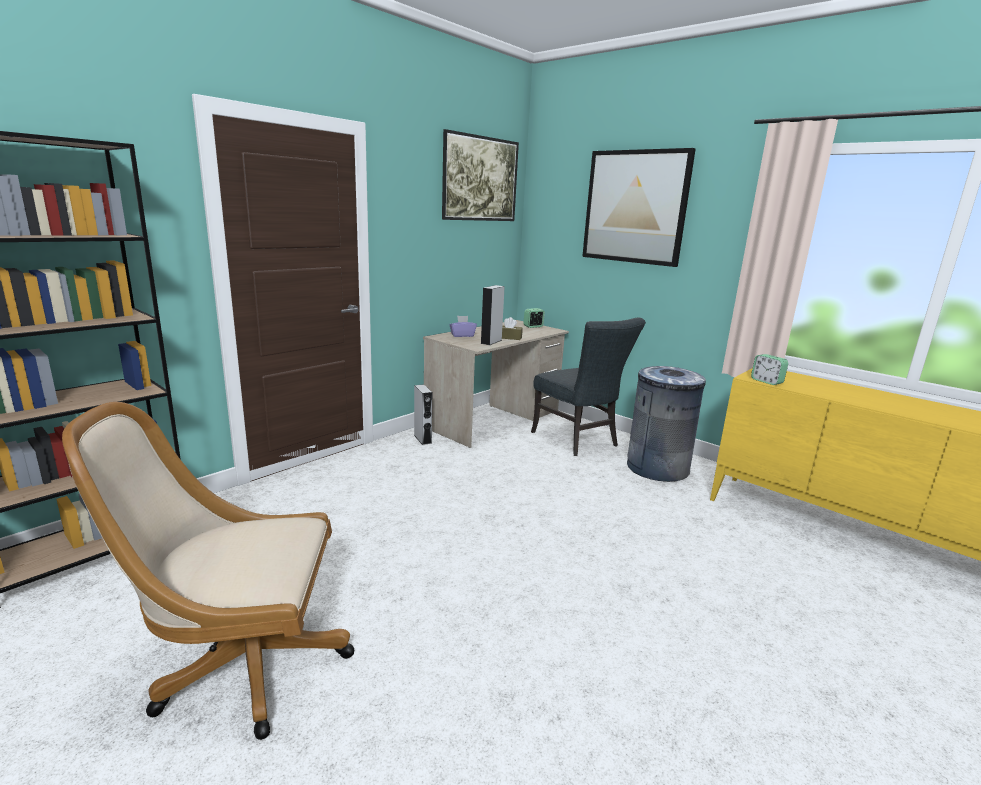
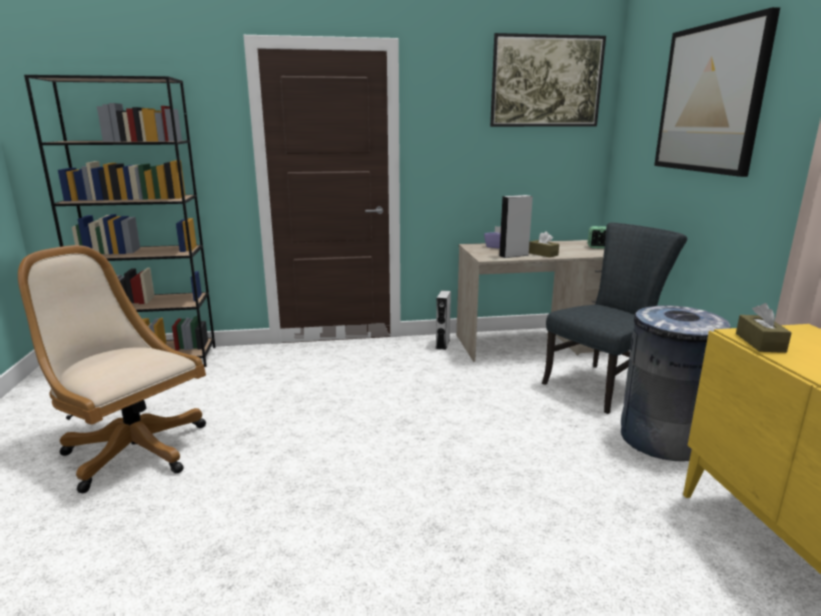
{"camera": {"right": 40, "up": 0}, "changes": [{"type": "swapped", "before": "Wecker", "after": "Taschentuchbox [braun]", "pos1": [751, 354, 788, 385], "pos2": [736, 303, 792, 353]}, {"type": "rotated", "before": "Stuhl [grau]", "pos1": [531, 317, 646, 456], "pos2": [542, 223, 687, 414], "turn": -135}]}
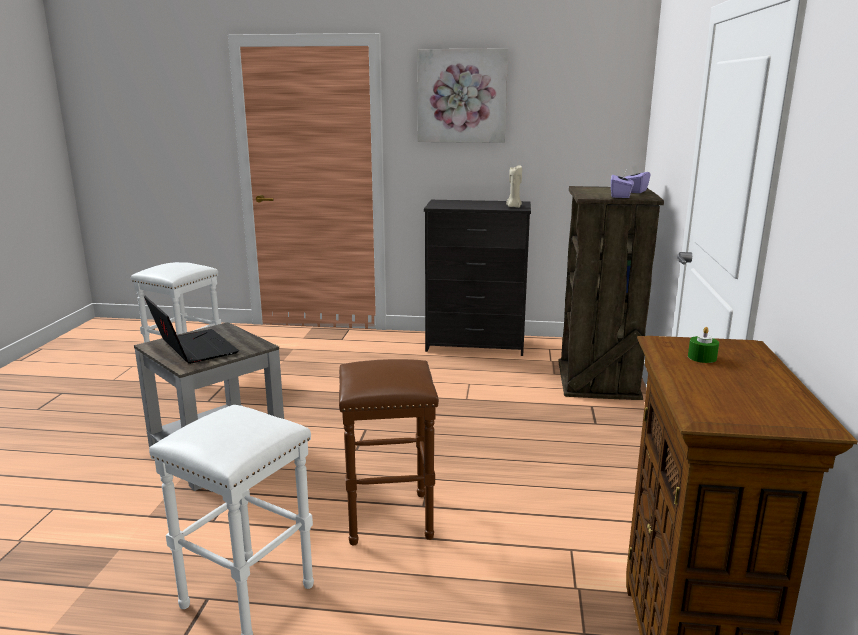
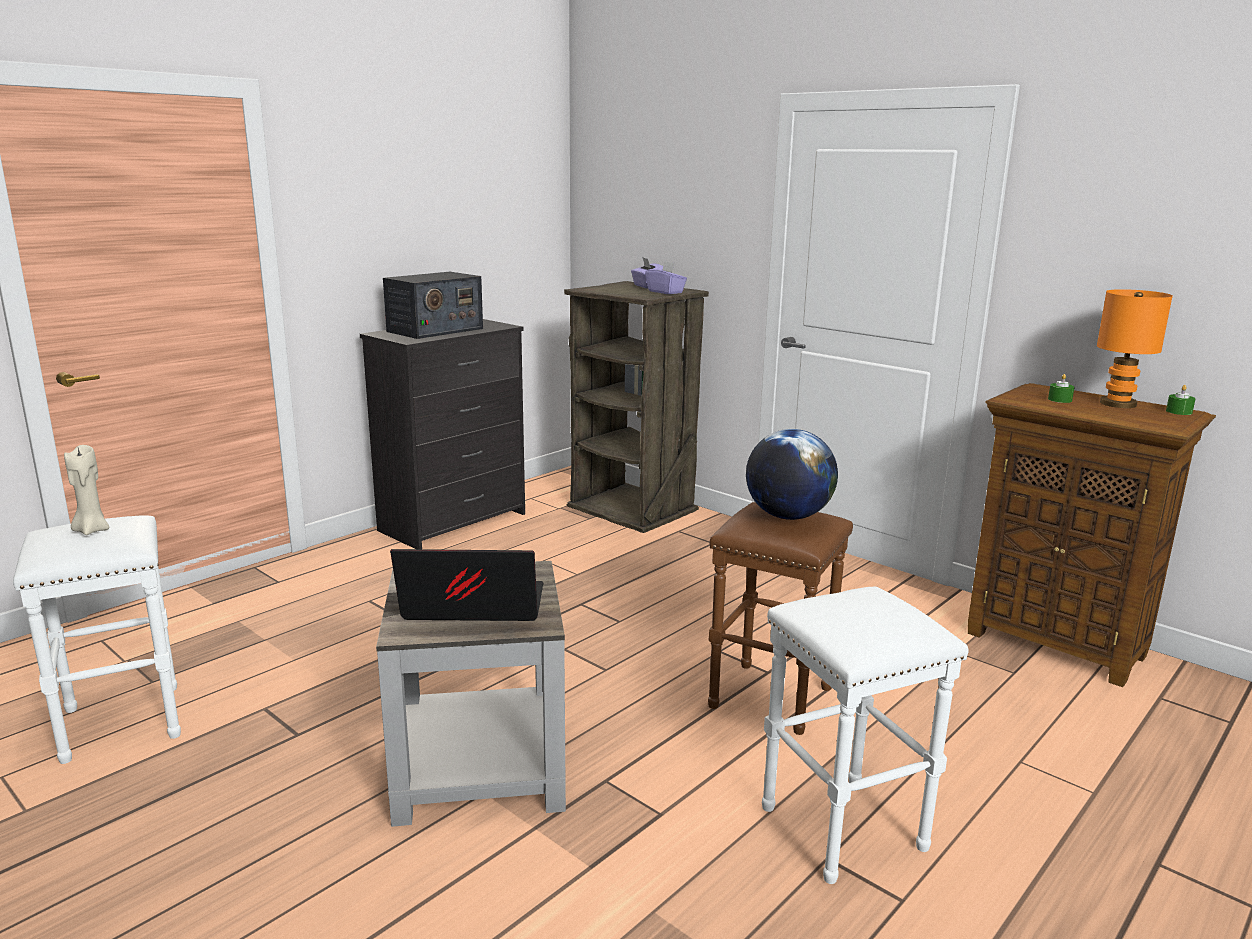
{"camera": {"right": -55, "up": 0}, "changes": [{"type": "gone", "before": "Bild", "pos1": [417, 48, 508, 143]}, {"type": "new", "after": "Radio", "pos2": [383, 272, 483, 339]}, {"type": "new", "after": "Globus", "pos2": [746, 429, 838, 520]}, {"type": "new", "after": "Tischlampe [orange]", "pos2": [1097, 289, 1173, 408]}, {"type": "new", "after": "Kerze [grün]", "pos2": [1166, 385, 1196, 415]}, {"type": "shifted", "before": "Kerze [beige]", "pos1": [506, 165, 522, 208], "pos2": [64, 445, 109, 535]}]}
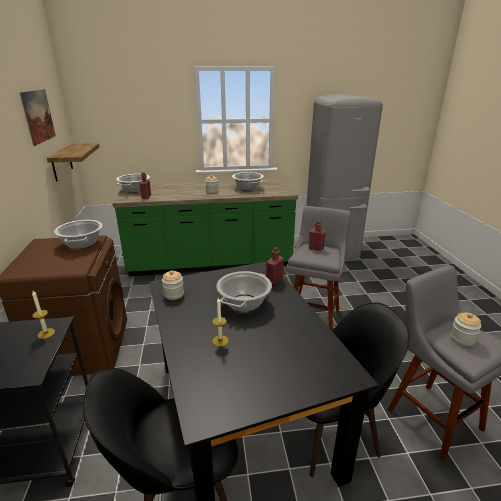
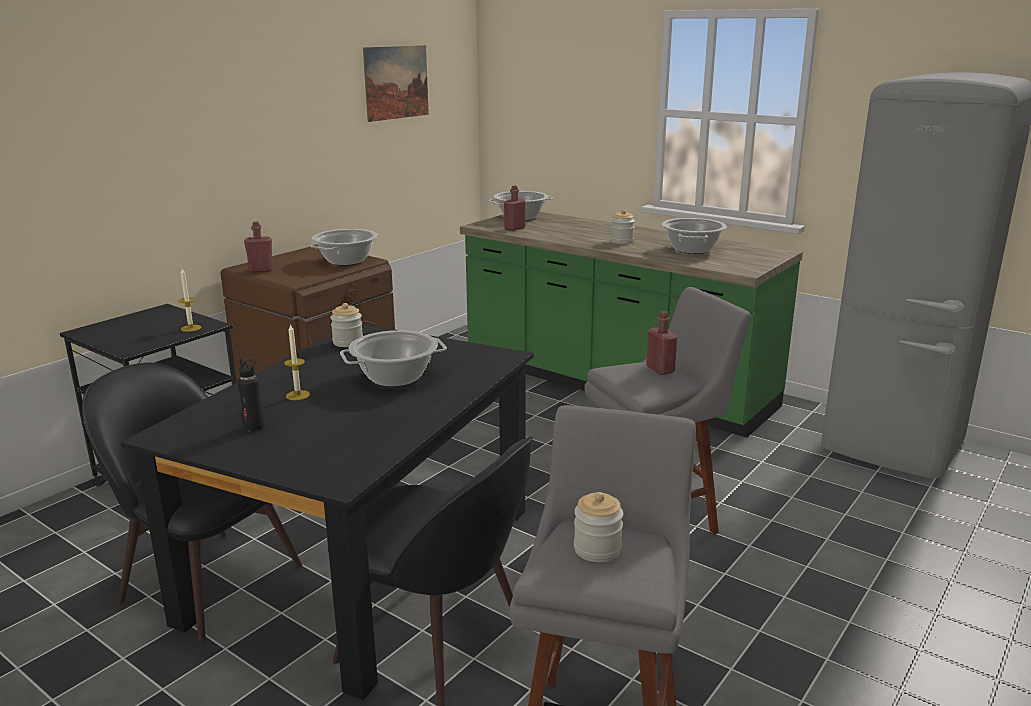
{"camera": {"right": 45, "up": -5}, "changes": [{"type": "gone", "before": "Wandregal", "pos1": [47, 143, 99, 182]}, {"type": "new", "after": "Flasche [schwarz]", "pos2": [238, 358, 264, 432]}, {"type": "shifted", "before": "Flasche [rot]", "pos1": [266, 247, 284, 285], "pos2": [244, 221, 273, 273]}]}
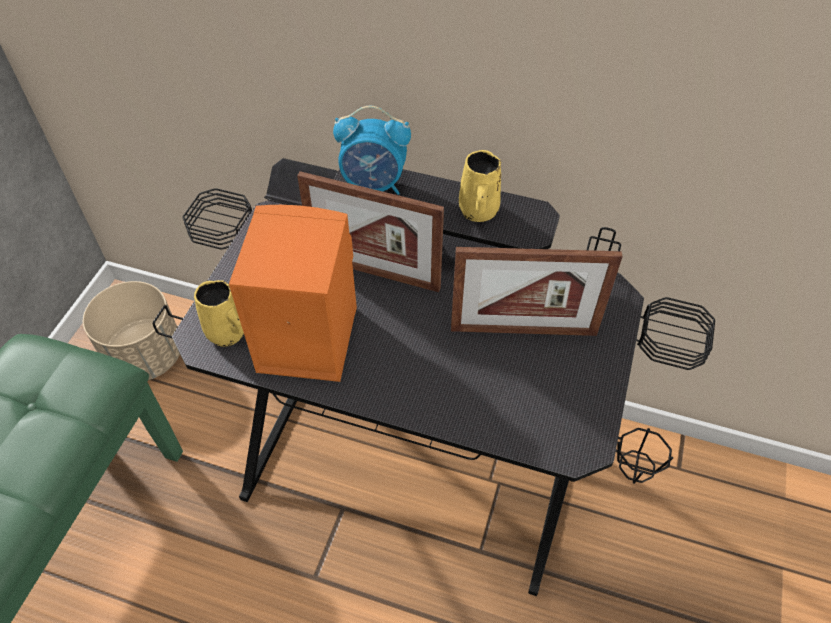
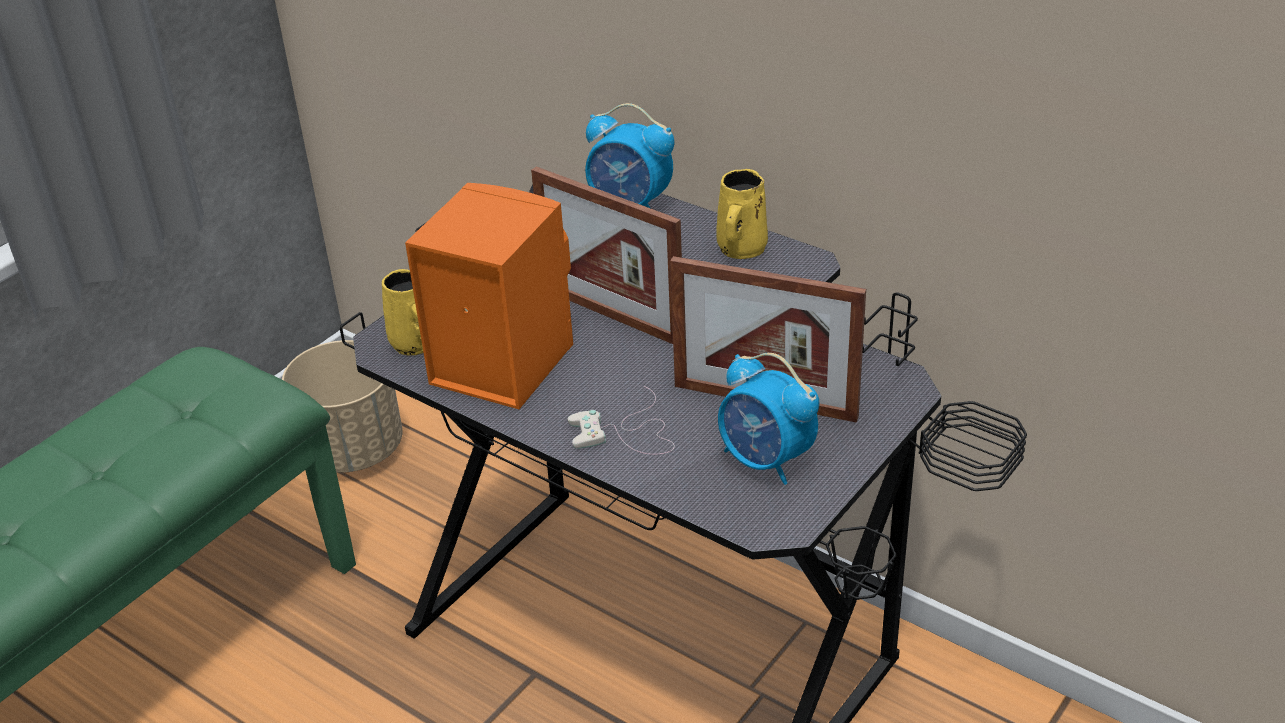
{"camera": {"right": 20, "up": -15}, "changes": [{"type": "new", "after": "Gamepad [weiß]", "pos2": [567, 386, 675, 455]}, {"type": "new", "after": "Wecker", "pos2": [718, 353, 819, 485]}]}
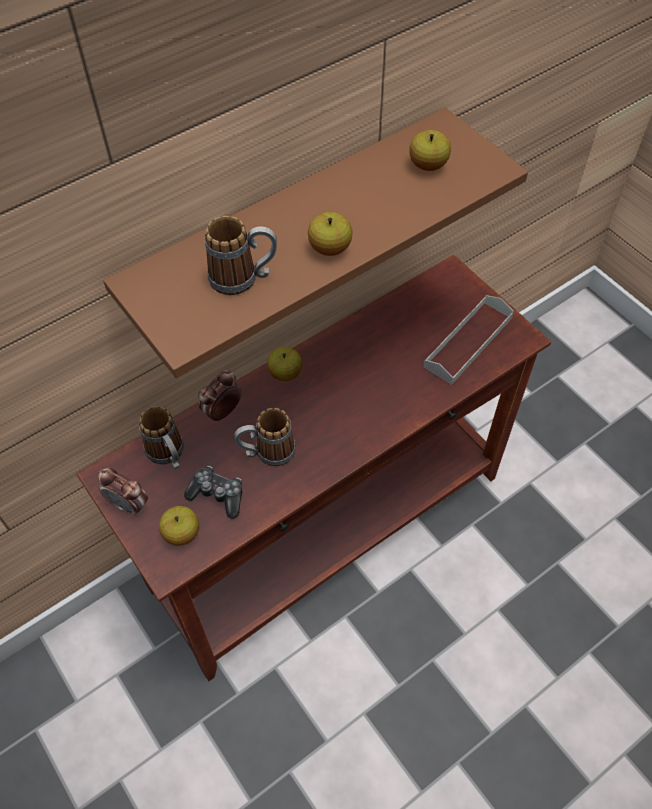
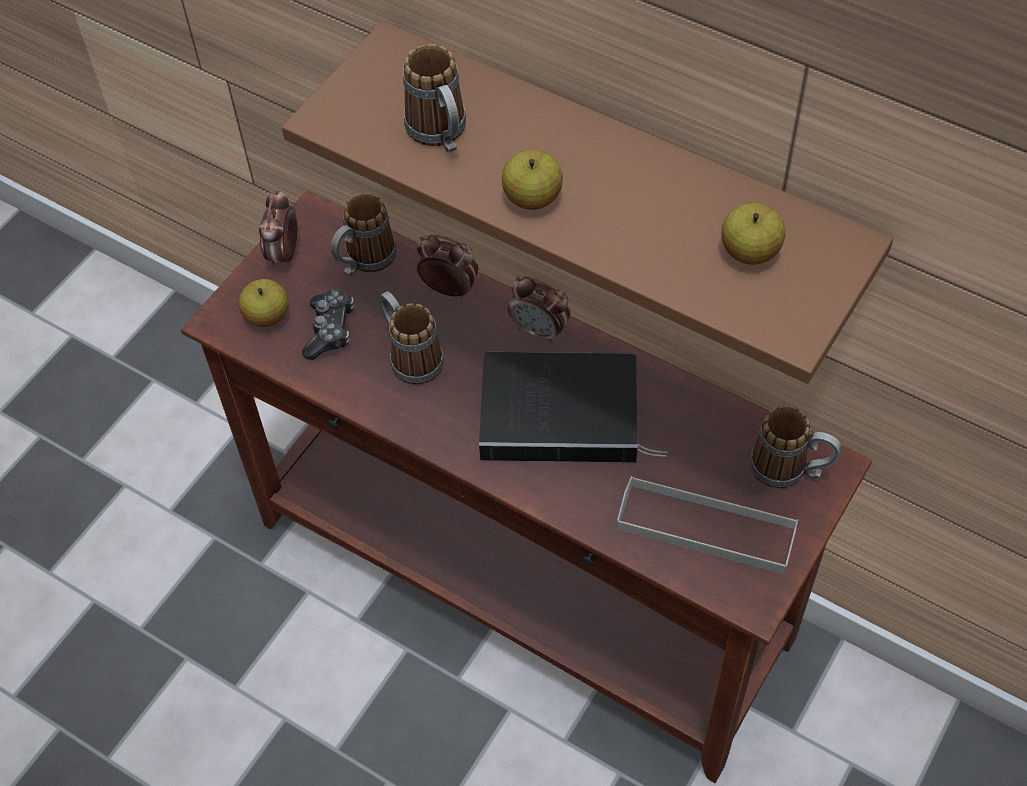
{"camera": {"right": 70, "up": 0}, "changes": [{"type": "new", "after": "Buch", "pos2": [479, 352, 668, 463]}, {"type": "new", "after": "Henkelbecher", "pos2": [750, 405, 841, 489]}, {"type": "swapped", "before": "Apfel", "after": "Wecker", "pos1": [267, 347, 302, 381], "pos2": [508, 276, 570, 344]}]}
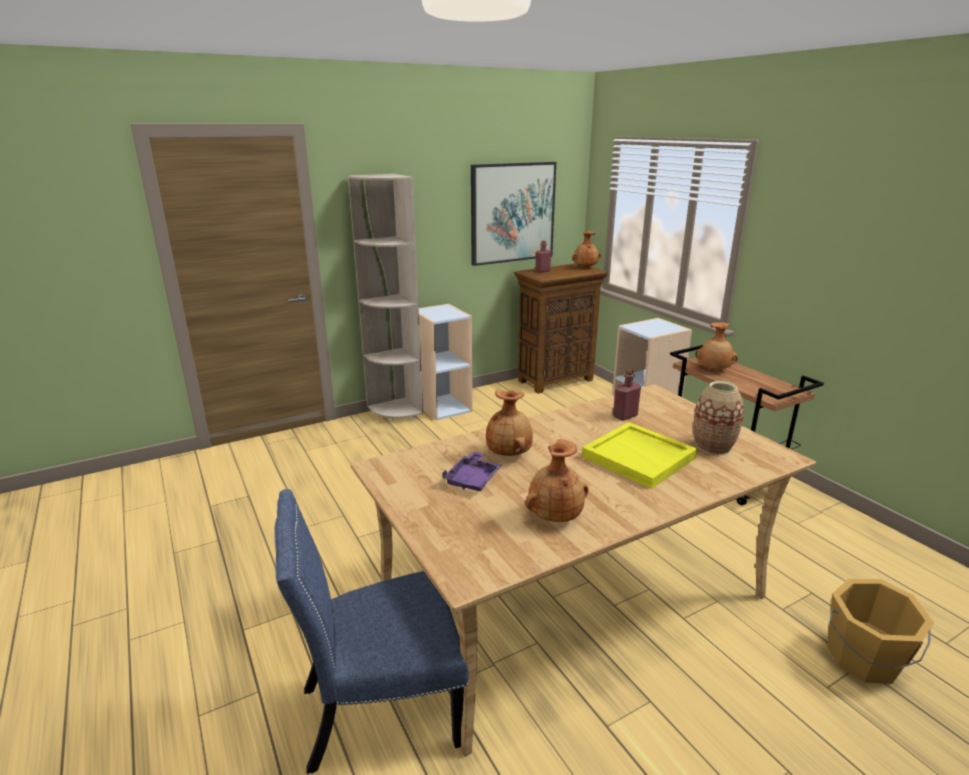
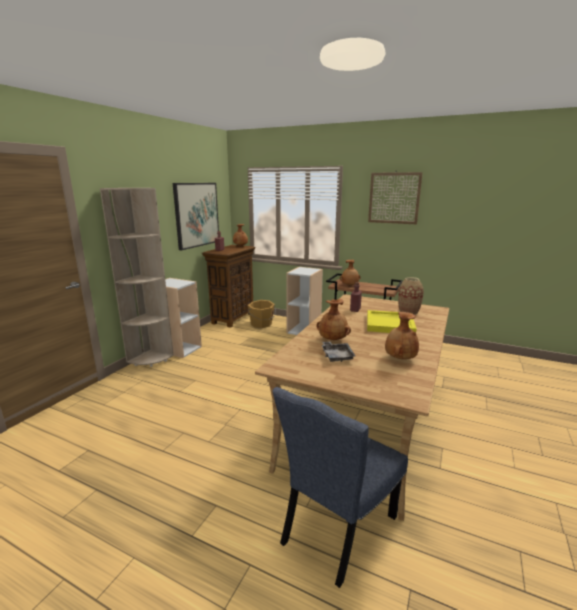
{"camera": {"right": -35, "up": -5}, "changes": [{"type": "new", "after": "Bild", "pos2": [368, 171, 423, 224]}, {"type": "shifted", "before": "Eimer [orange]", "pos1": [827, 579, 934, 684], "pos2": [248, 300, 276, 328]}, {"type": "repainted", "before": "Tablett [lila]", "after": "Tablett [grau]", "pos1": [442, 451, 502, 491], "pos2": [322, 341, 356, 362]}]}
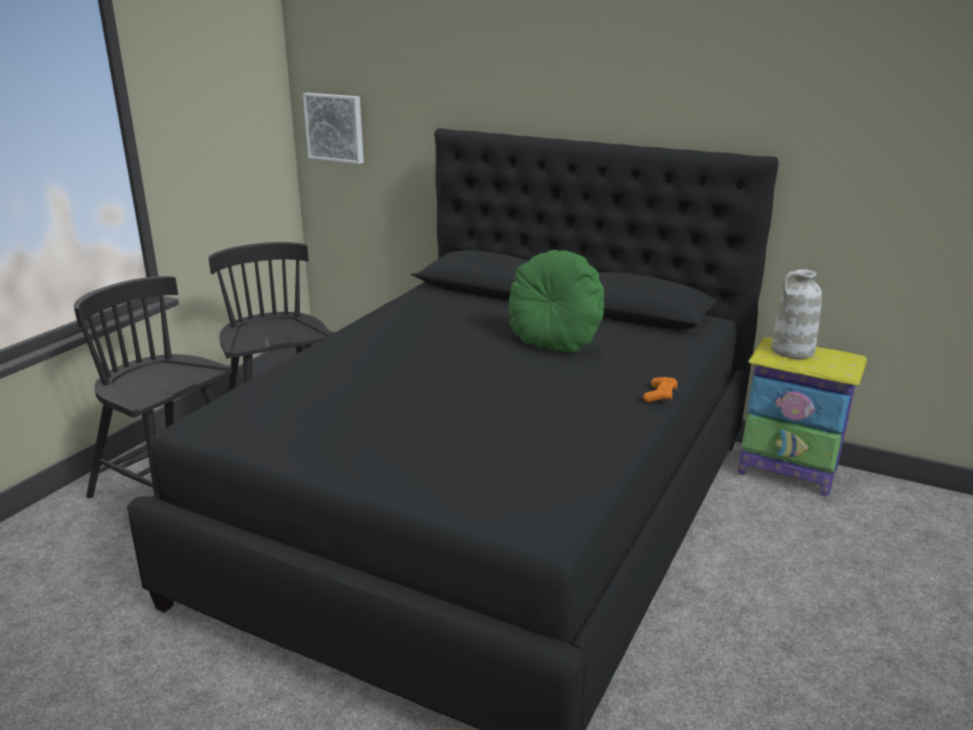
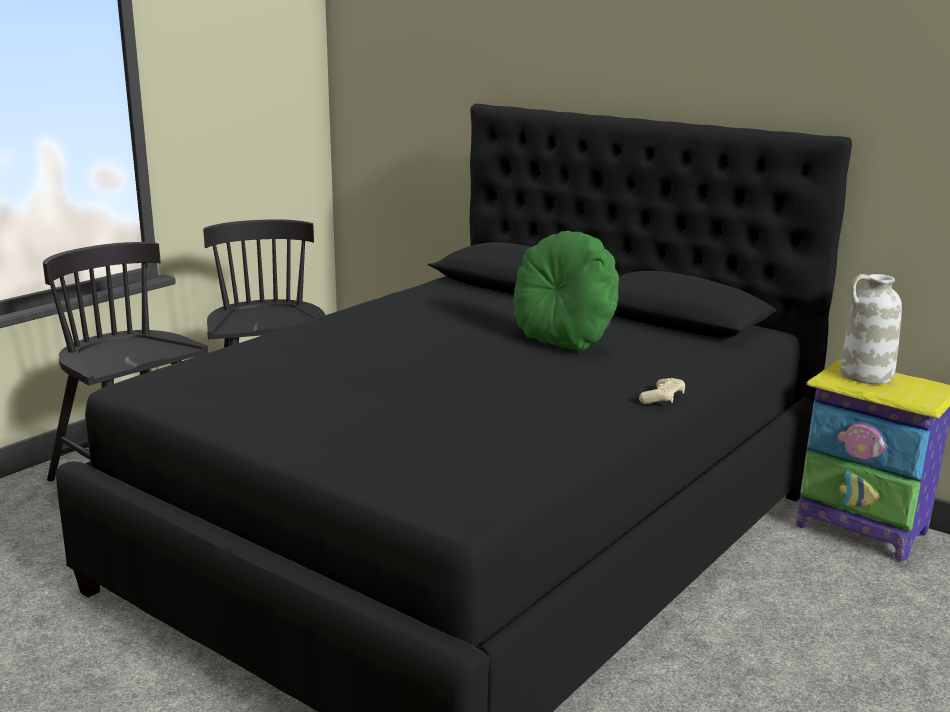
{"camera": {"right": 10, "up": -5}, "changes": [{"type": "gone", "before": "Bild", "pos1": [303, 93, 364, 164]}, {"type": "repainted", "before": "Gamepad [orange]", "after": "Gamepad [beige]", "pos1": [643, 377, 677, 402], "pos2": [639, 378, 685, 404]}]}
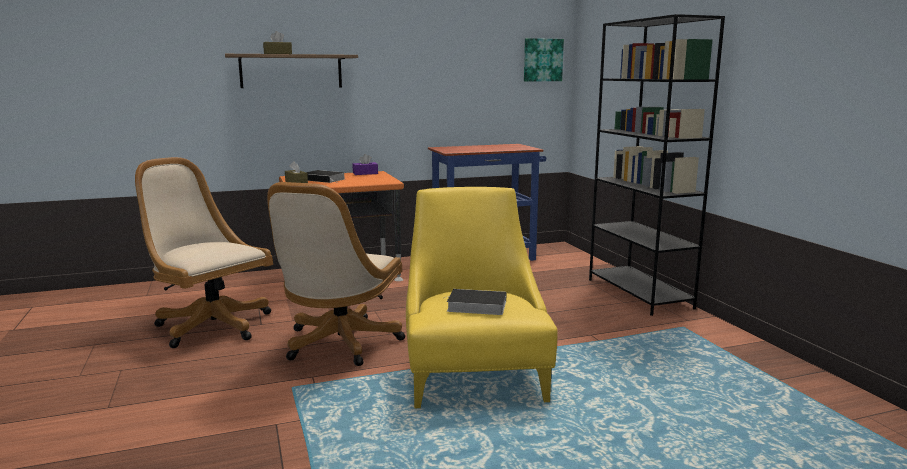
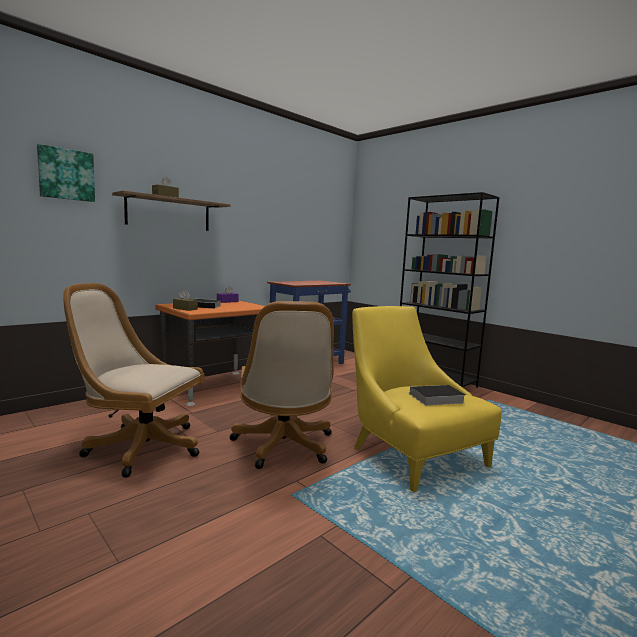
{"camera": {"right": -25, "up": -5}, "changes": [{"type": "shifted", "before": "Bild", "pos1": [524, 38, 564, 81], "pos2": [37, 144, 95, 202]}]}
